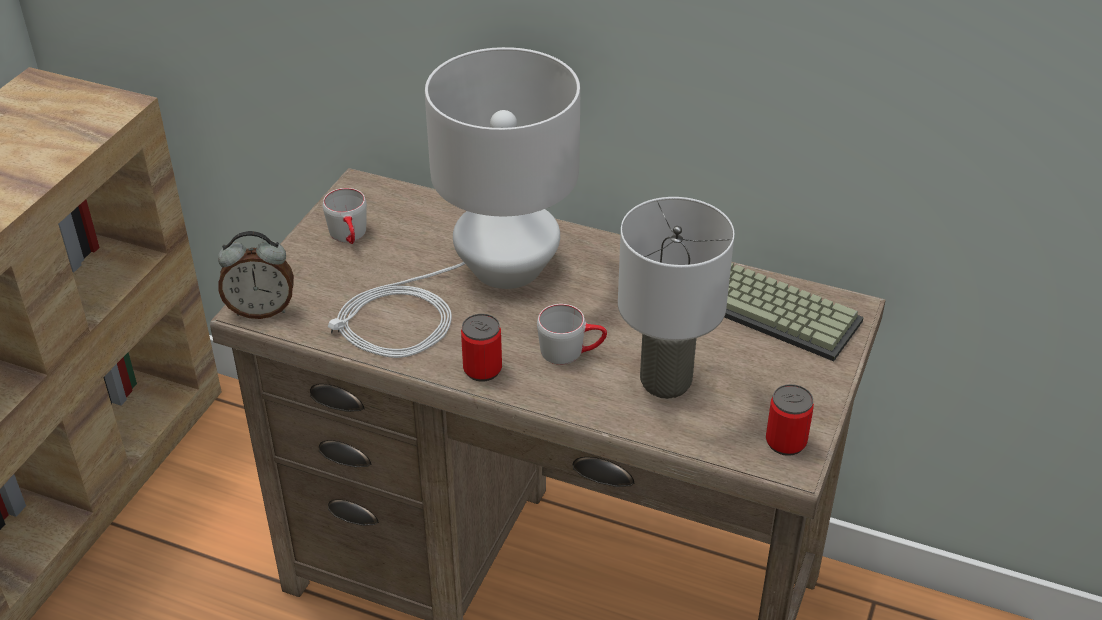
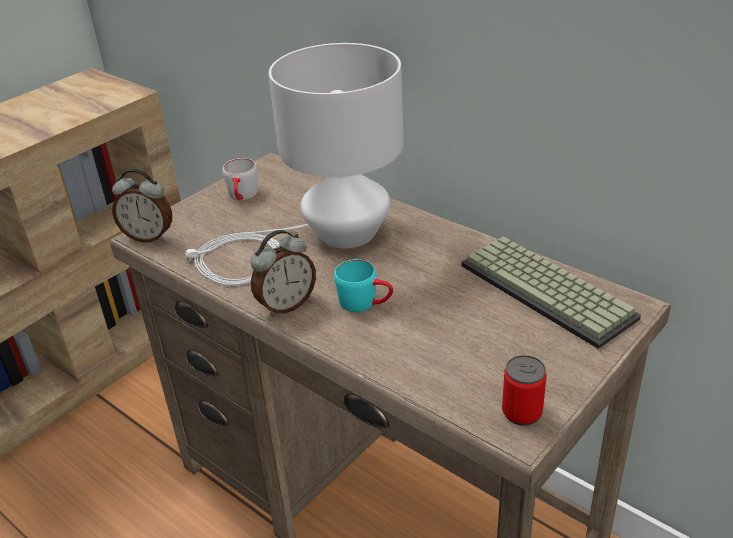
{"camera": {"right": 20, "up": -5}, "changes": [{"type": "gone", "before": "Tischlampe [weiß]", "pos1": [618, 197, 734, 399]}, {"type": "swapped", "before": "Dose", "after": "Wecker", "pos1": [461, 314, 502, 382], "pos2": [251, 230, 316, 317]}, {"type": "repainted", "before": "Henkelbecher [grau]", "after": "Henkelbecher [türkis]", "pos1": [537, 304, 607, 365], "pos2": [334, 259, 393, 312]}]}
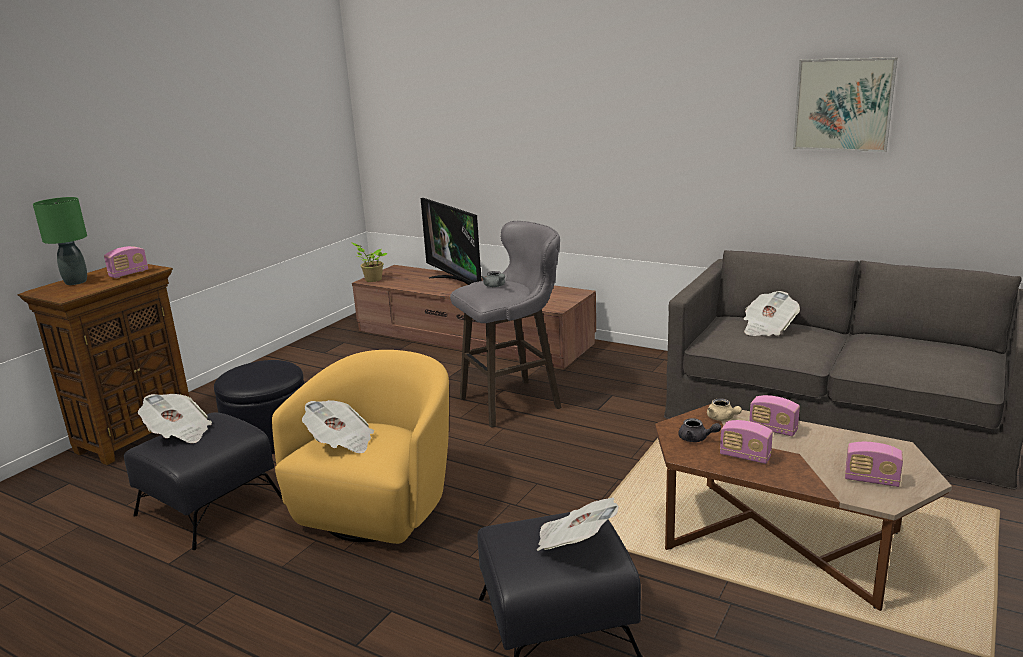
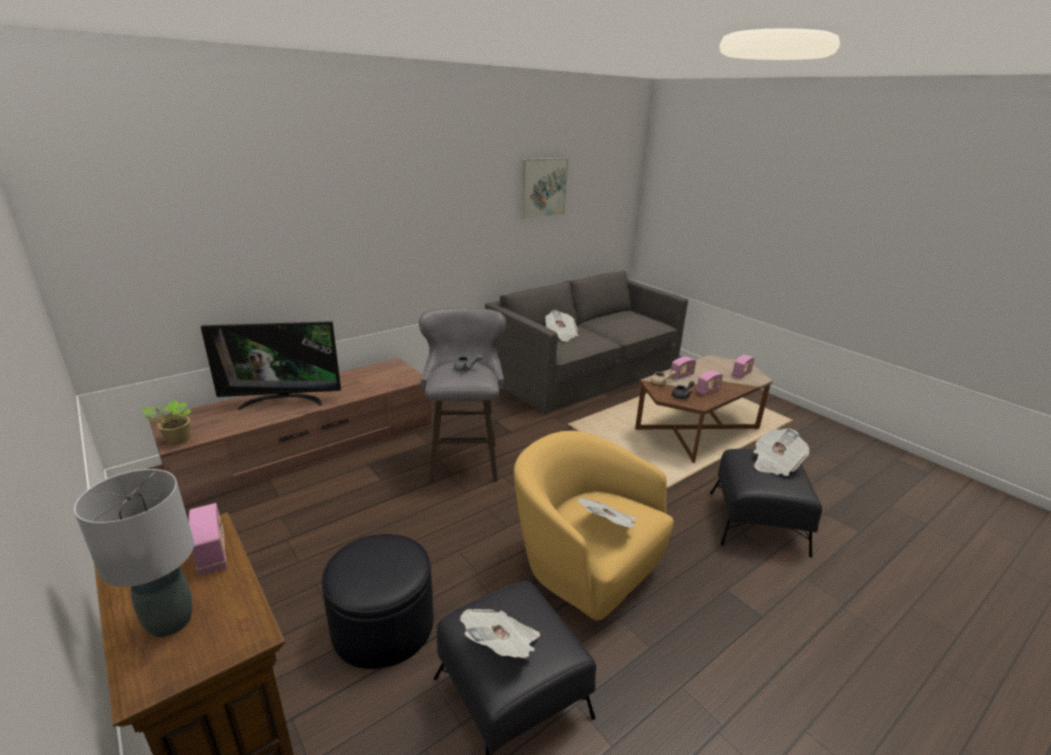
{"camera": {"right": -70, "up": 5}, "changes": [{"type": "repainted", "before": "Tischlampe [grün]", "after": "Tischlampe [grau]", "pos1": [33, 197, 87, 285], "pos2": [74, 469, 194, 637]}]}
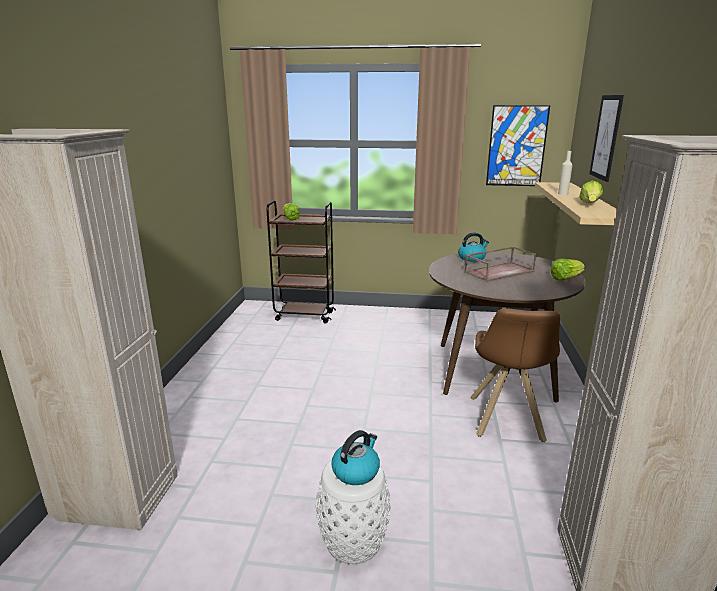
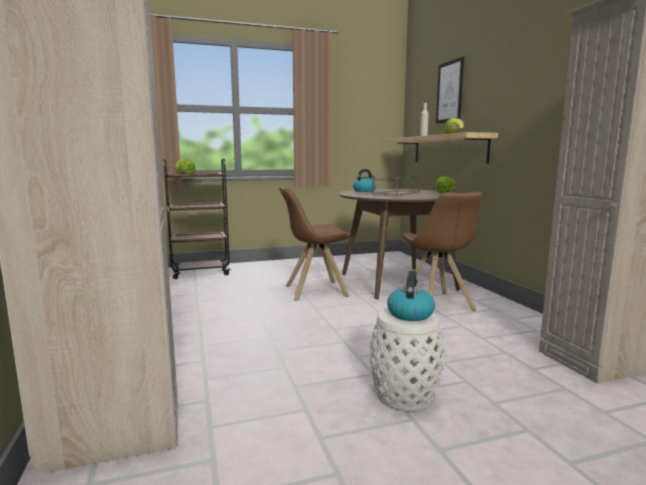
{"camera": {"right": -25, "up": -10}, "changes": [{"type": "gone", "before": "Bild", "pos1": [486, 105, 550, 186]}, {"type": "new", "after": "Stuhl [braun]", "pos2": [279, 186, 350, 301]}]}
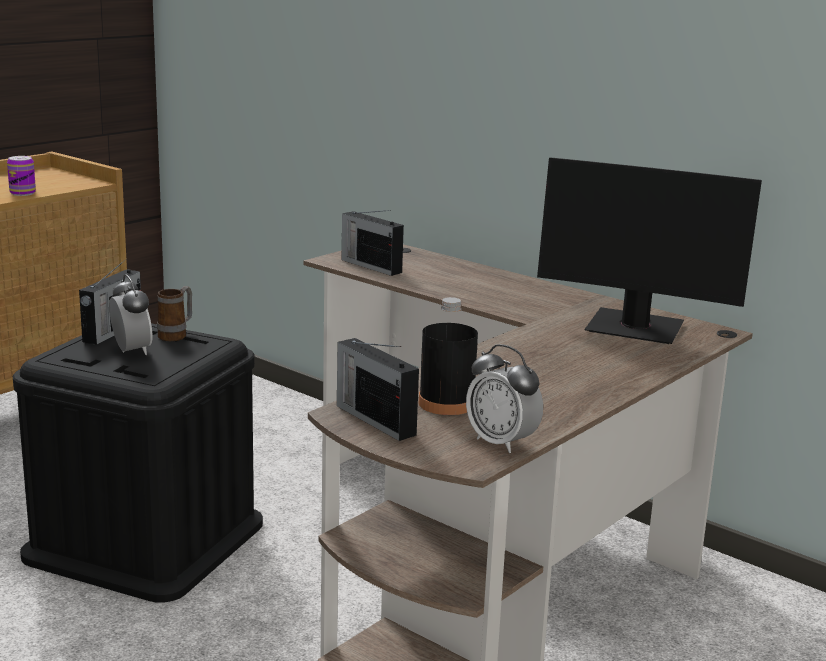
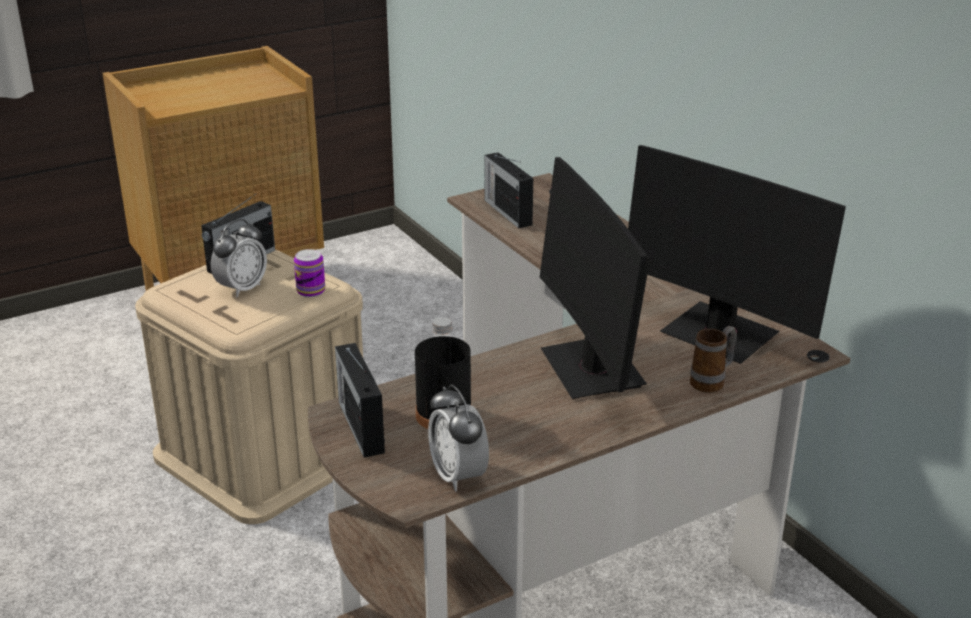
{"camera": {"right": 20, "up": 10}, "changes": [{"type": "new", "after": "Monitor", "pos2": [540, 157, 650, 399]}, {"type": "shifted", "before": "Dose", "pos1": [7, 156, 36, 196], "pos2": [294, 249, 325, 297]}, {"type": "shifted", "before": "Henkelbecher", "pos1": [157, 286, 192, 341], "pos2": [690, 326, 737, 393]}, {"type": "repainted", "before": "Aufbewahrungsbox [schwarz]", "after": "Aufbewahrungsbox [beige]", "pos1": [13, 323, 263, 603], "pos2": [135, 249, 363, 524]}, {"type": "rotated", "before": "Wecker", "pos1": [109, 274, 152, 355], "pos2": [211, 219, 267, 298], "turn": 45}]}
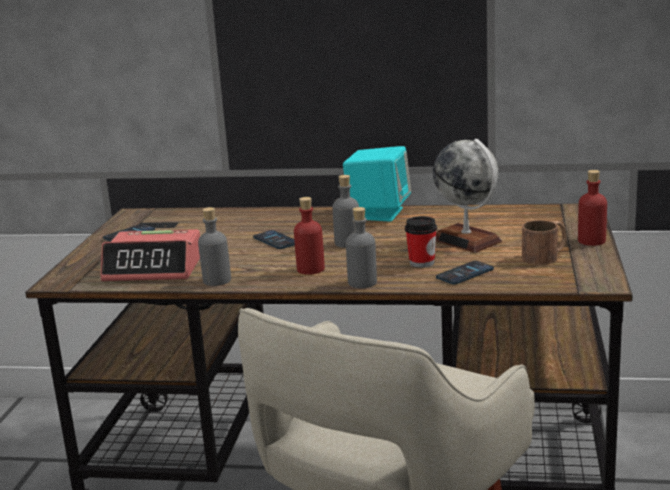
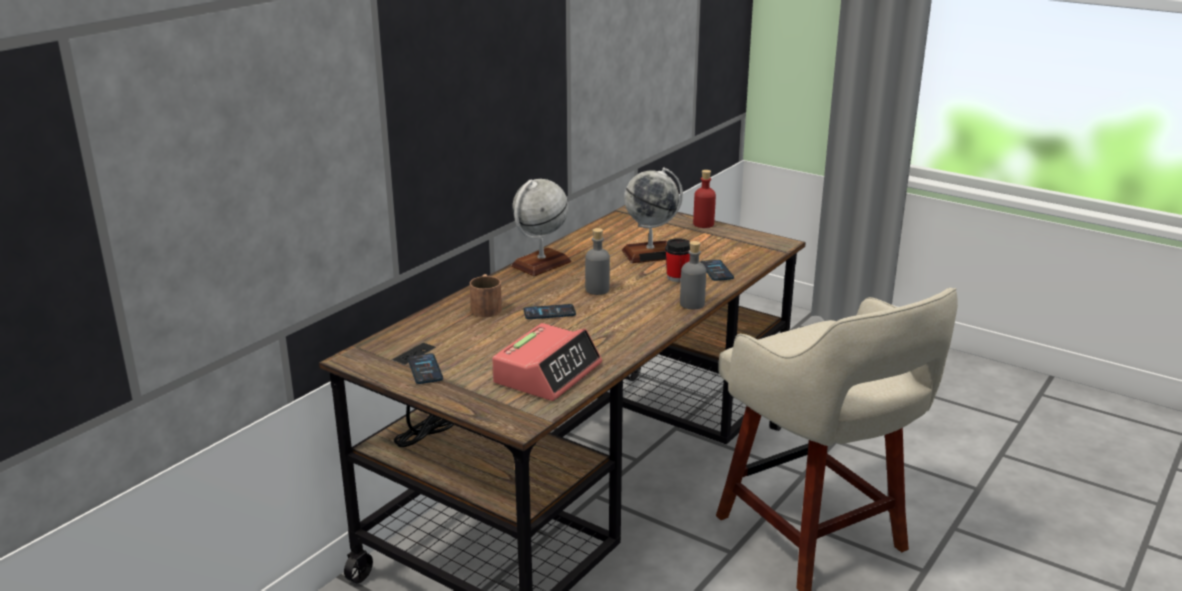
{"camera": {"right": -65, "up": 5}, "changes": [{"type": "gone", "before": "Flasche [grau]", "pos1": [198, 207, 231, 286]}, {"type": "gone", "before": "Flasche [rot]", "pos1": [294, 197, 325, 275]}, {"type": "shifted", "before": "Henkelbecher [braun]", "pos1": [522, 220, 567, 265], "pos2": [470, 274, 502, 317]}, {"type": "swapped", "before": "Lautsprecher [türkis]", "after": "Globus", "pos1": [343, 146, 411, 222], "pos2": [511, 179, 571, 276]}]}
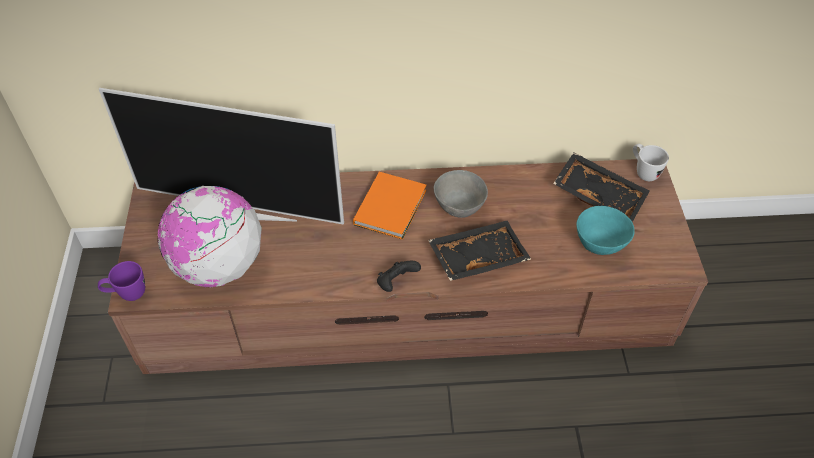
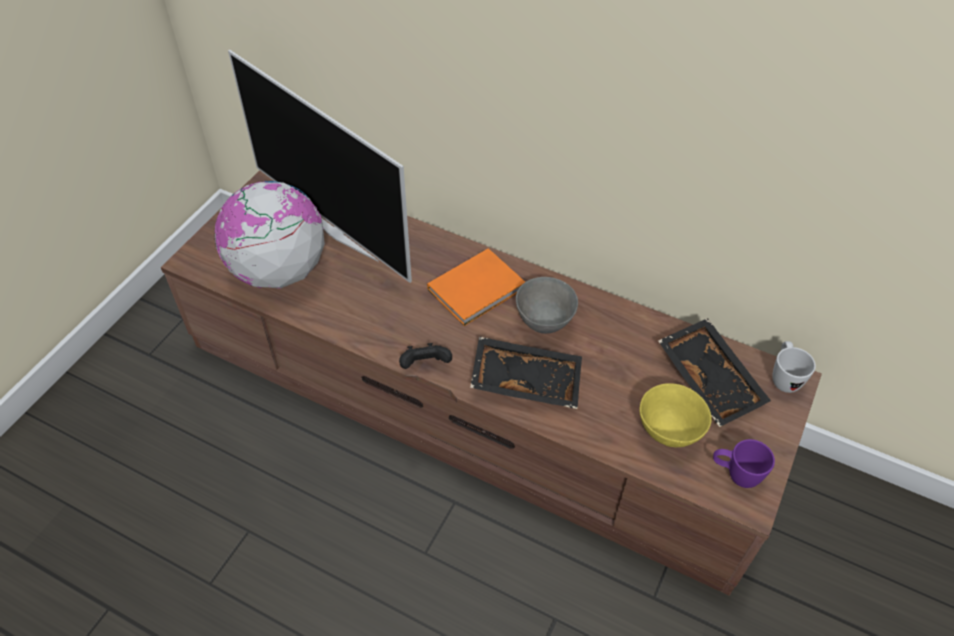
{"camera": {"right": 30, "up": 0}, "changes": [{"type": "shifted", "before": "Henkelbecher [lila]", "pos1": [98, 261, 145, 301], "pos2": [713, 439, 775, 488]}, {"type": "repainted", "before": "Schüssel [türkis]", "after": "Schüssel [gelb]", "pos1": [576, 206, 635, 255], "pos2": [639, 383, 712, 447]}]}
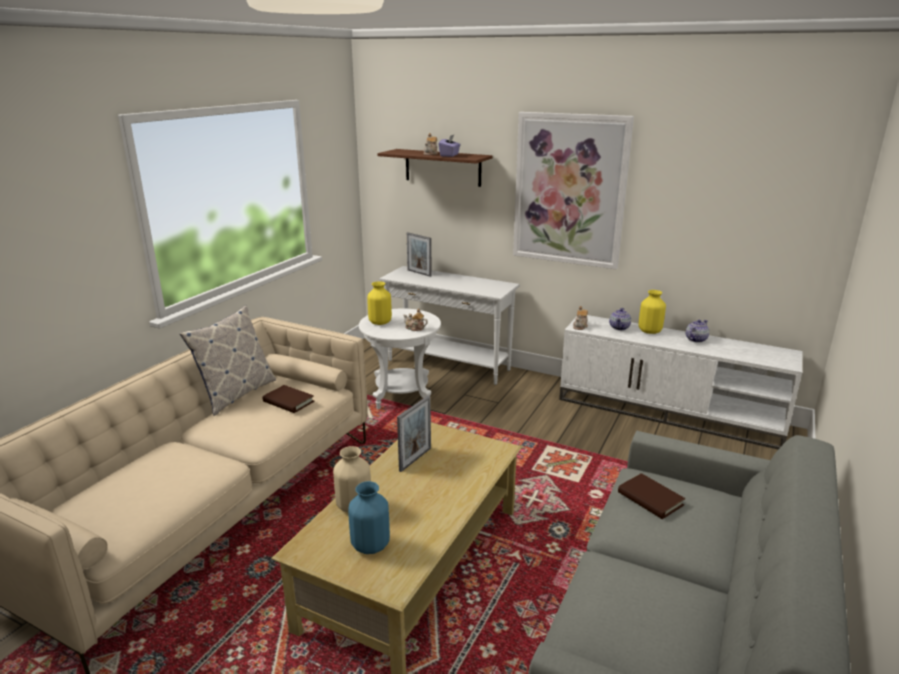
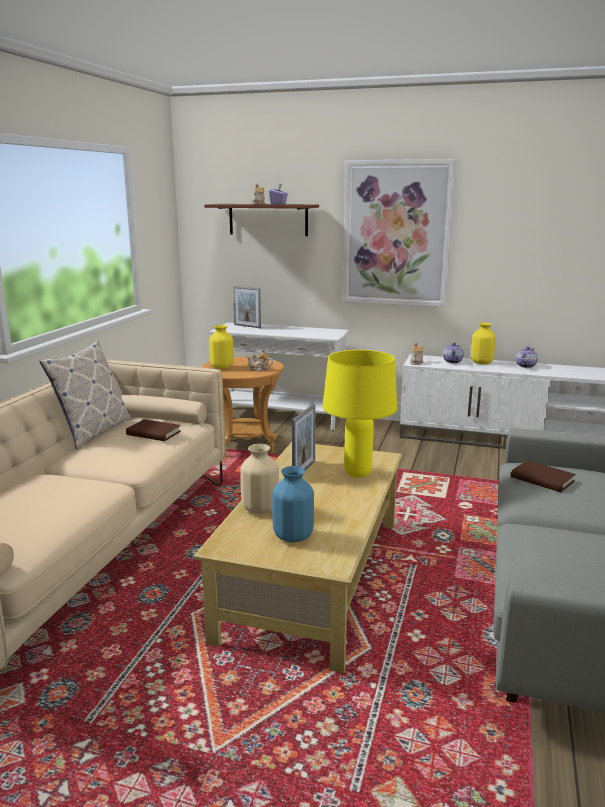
{"camera": {"right": -10, "up": -5}, "changes": [{"type": "new", "after": "Tischlampe [gelb]", "pos2": [323, 350, 397, 477]}, {"type": "repainted", "before": "Beistelltisch [weiß]", "after": "Beistelltisch [braun]", "pos1": [359, 309, 441, 409], "pos2": [201, 357, 284, 457]}]}
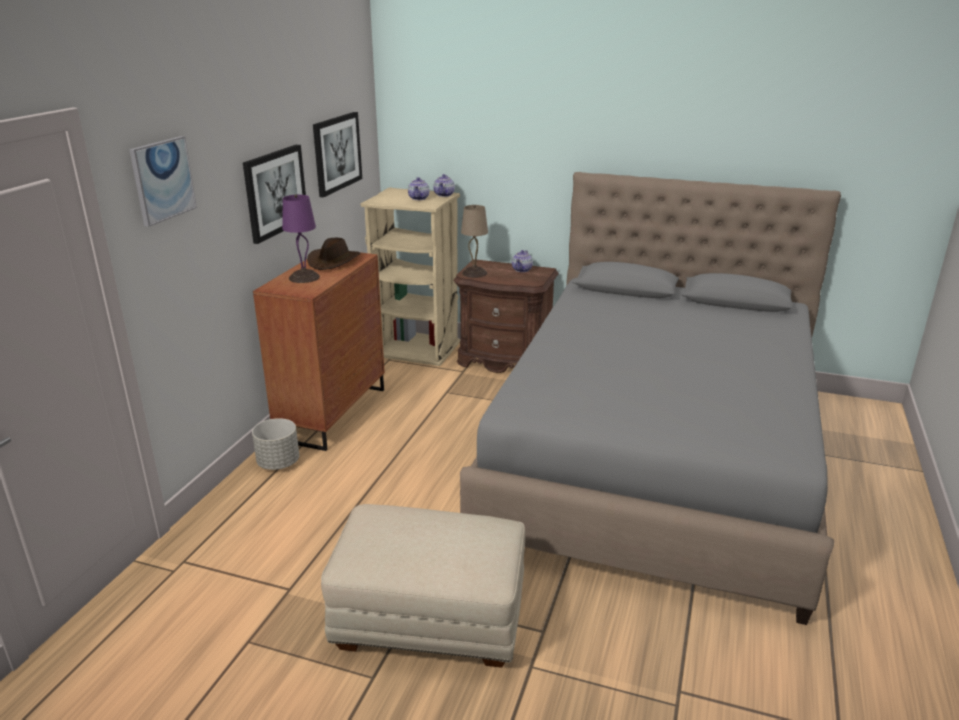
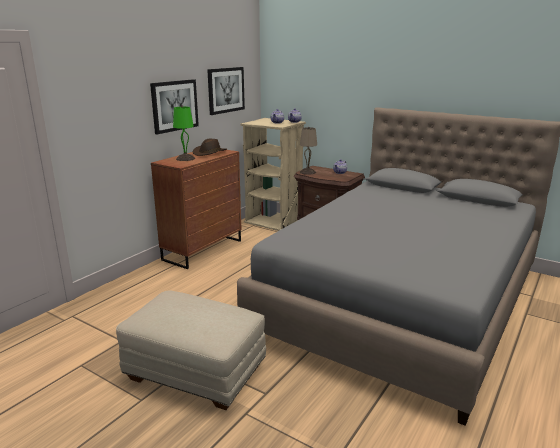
{"camera": {"right": 15, "up": -5}, "changes": [{"type": "gone", "before": "Bild", "pos1": [129, 136, 197, 227]}, {"type": "gone", "before": "Pflanzkübel [grau]", "pos1": [252, 418, 299, 470]}, {"type": "repainted", "before": "Tischlampe [lila]", "after": "Tischlampe [grün]", "pos1": [282, 194, 320, 283], "pos2": [173, 106, 195, 161]}]}
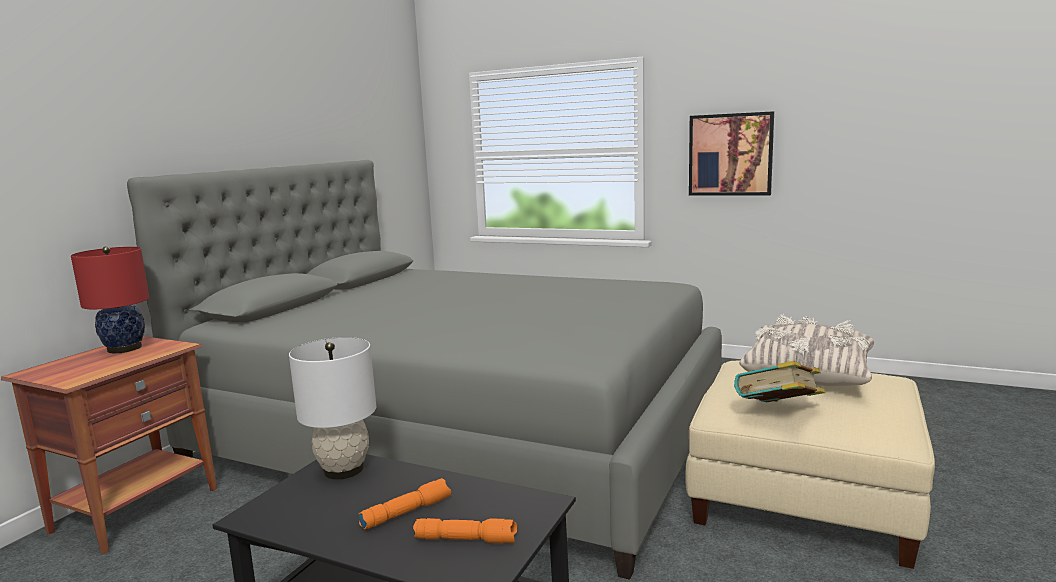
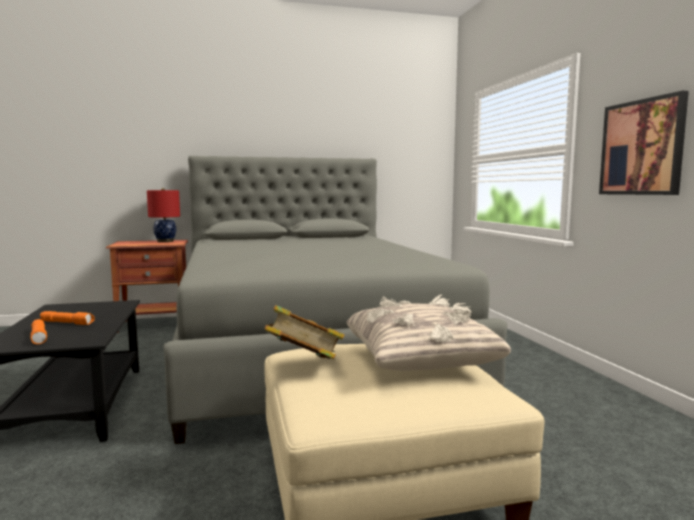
{"camera": {"right": 50, "up": -5}, "changes": [{"type": "gone", "before": "Tischlampe [weiß]", "pos1": [289, 337, 376, 479]}]}
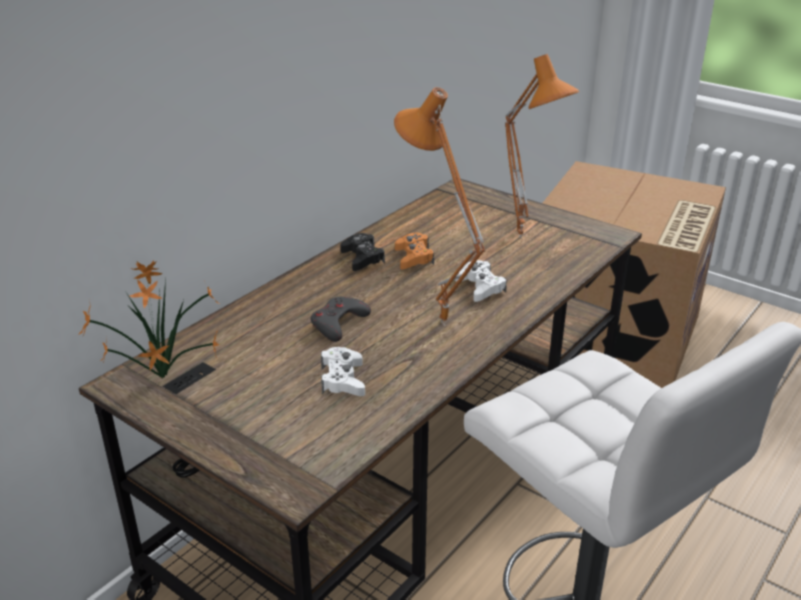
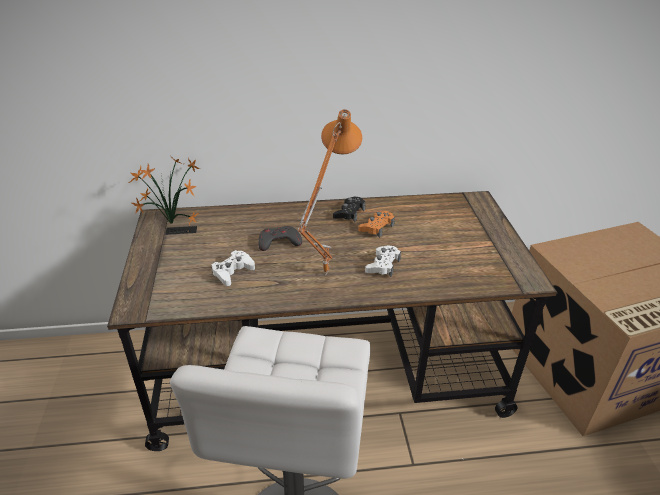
{"camera": {"right": 45, "up": 5}, "changes": [{"type": "gone", "before": "Tischlampe [orange]", "pos1": [505, 54, 579, 239]}]}
